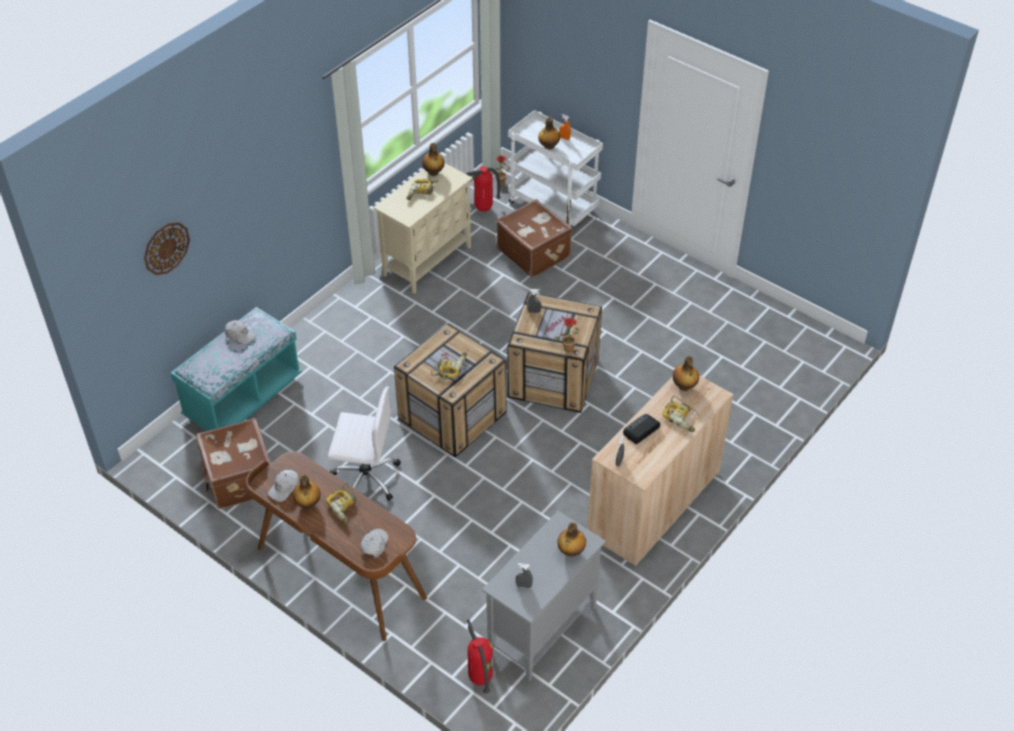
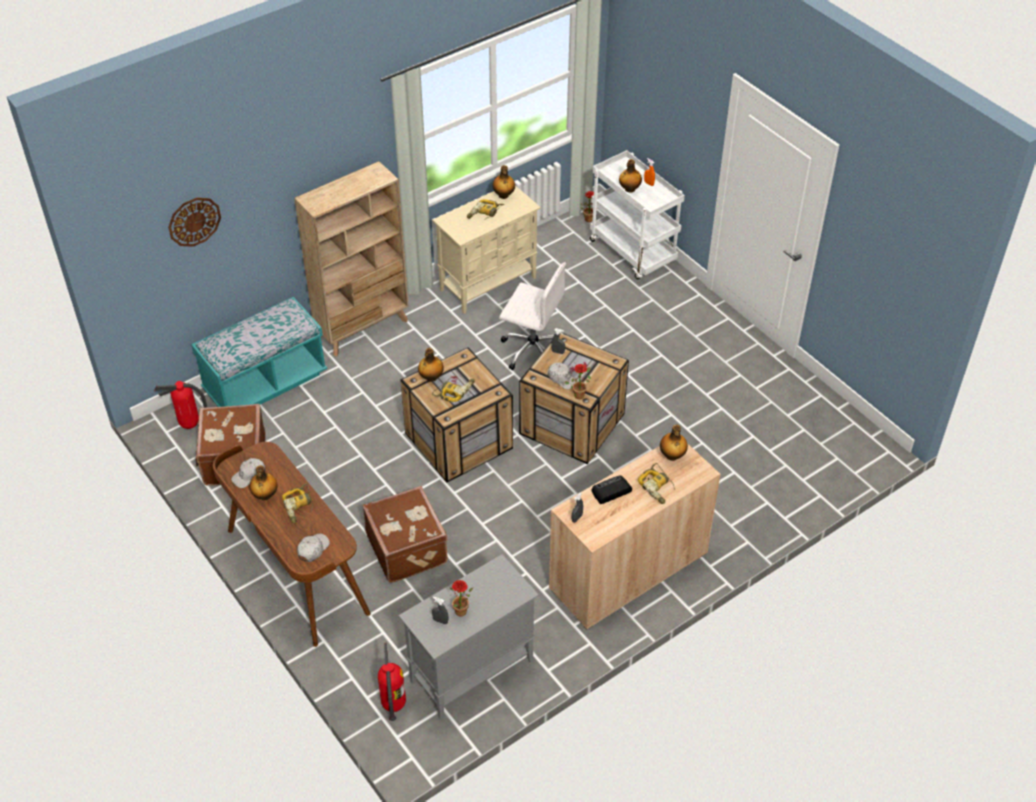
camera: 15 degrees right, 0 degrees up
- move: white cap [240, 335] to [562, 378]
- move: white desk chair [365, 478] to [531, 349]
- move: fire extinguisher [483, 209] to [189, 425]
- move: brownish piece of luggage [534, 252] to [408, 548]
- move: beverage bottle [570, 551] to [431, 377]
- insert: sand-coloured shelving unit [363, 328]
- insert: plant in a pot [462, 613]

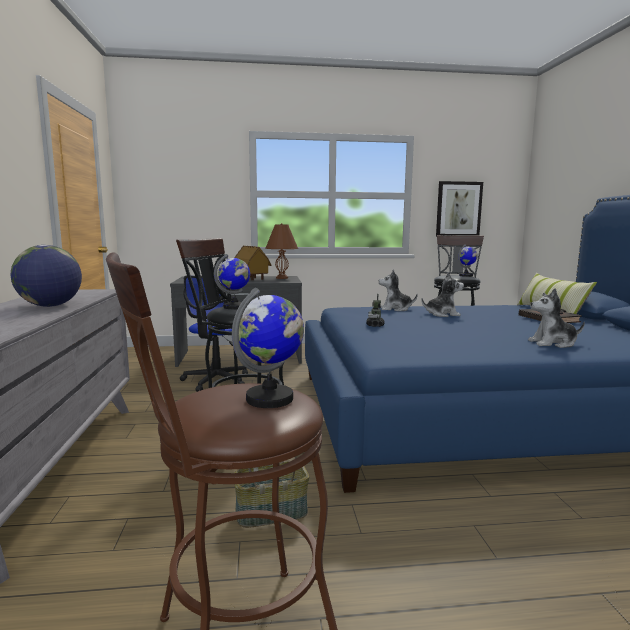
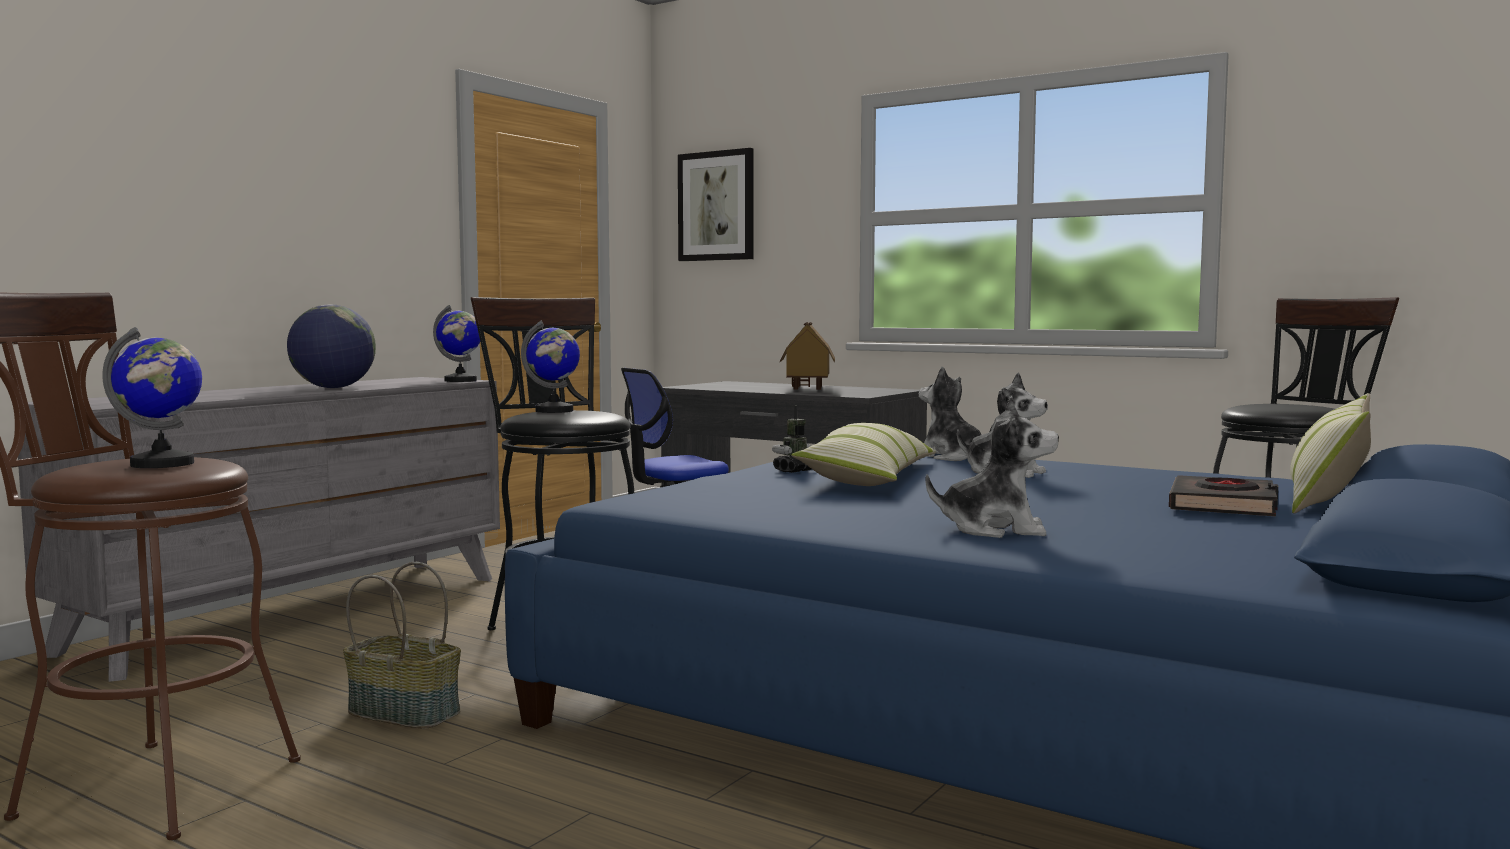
camera: 40 degrees right, 5 degrees down
- delete: brownish lamp for a table [281, 278]
- move: wall picture [458, 209] to [716, 206]
- move: desk globe [466, 276] to [460, 381]
- rotate: plush toy [553, 343] = [995, 530] 150 degrees clockwise
- insert: cushion [868, 478]

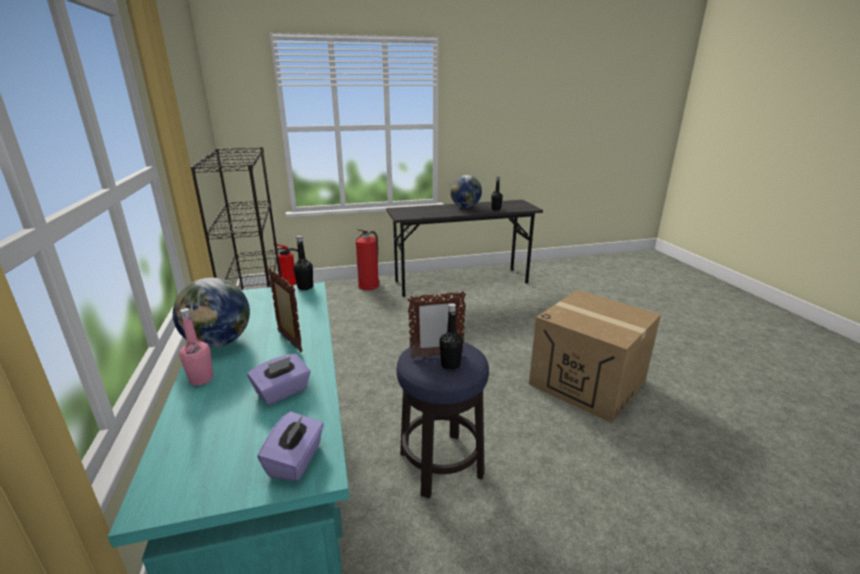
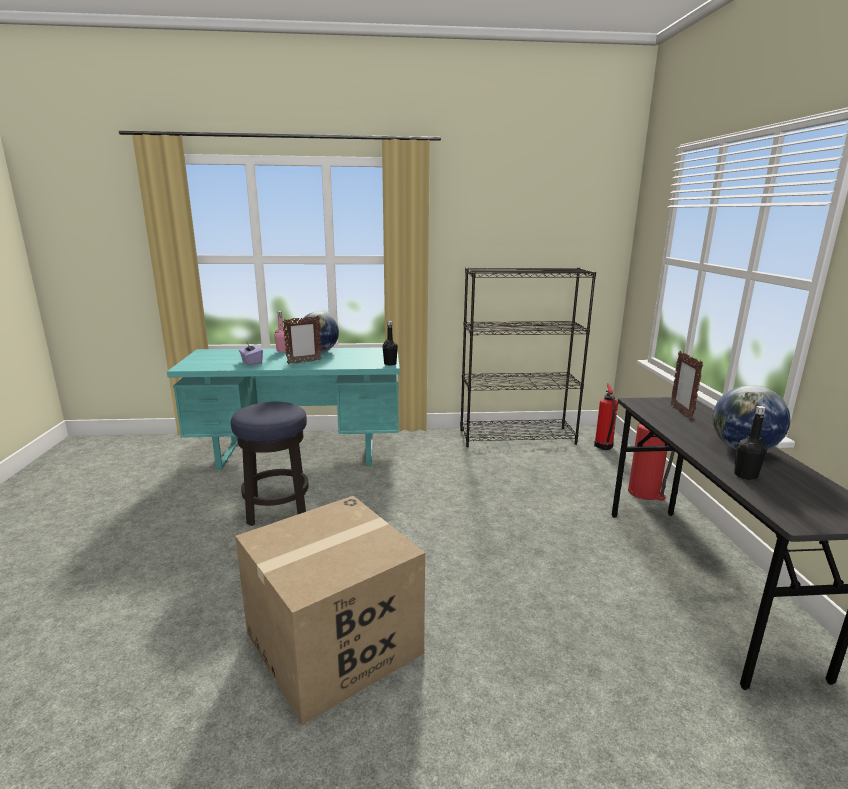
camera: 100 degrees right, 5 degrees down
- delete: purple-coloured box of tissues [296, 460]
- move: standing frame [436, 355] to [681, 412]
- delete: black beverage bottle [450, 365]

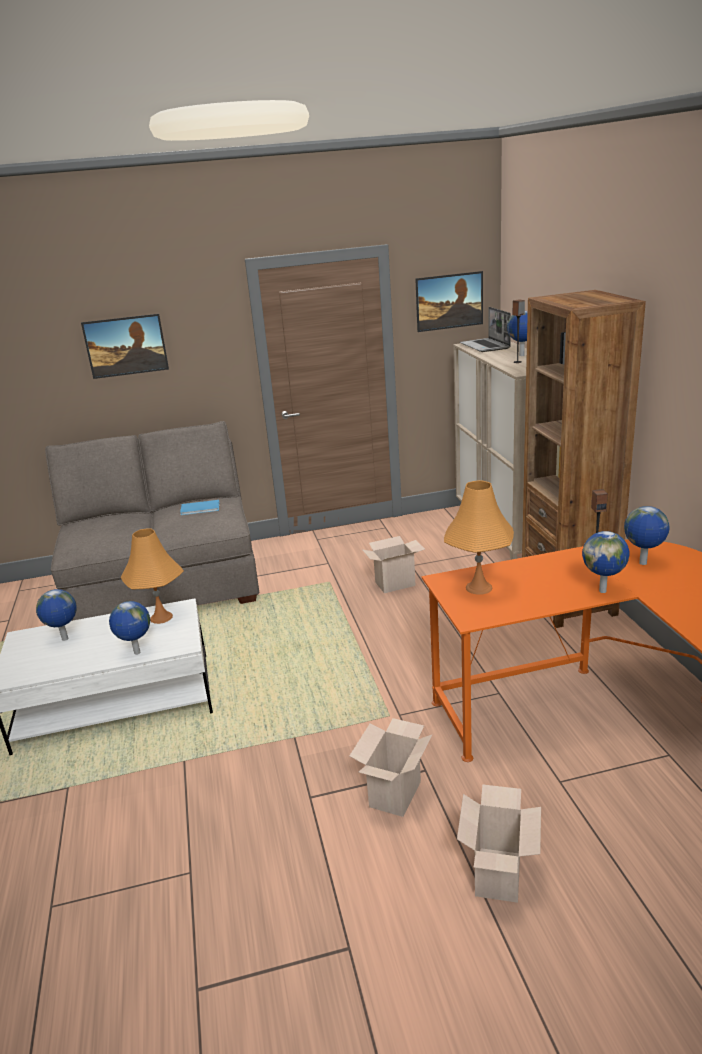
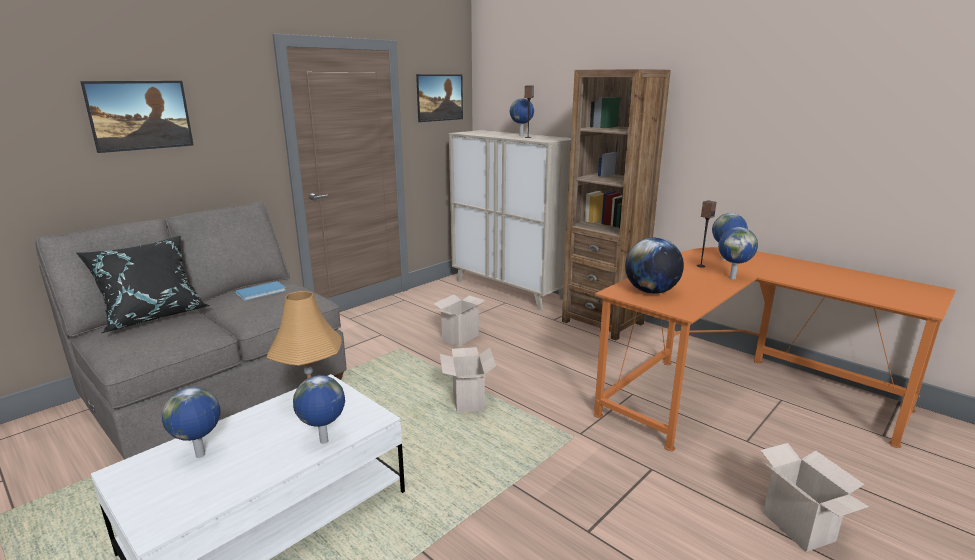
camera: 35 degrees left, 5 degrees down
- move: cardboard box [394, 792] to [467, 401]
- replace: orangey lamp for a table [478, 587] to desk globe [651, 291]
- delete: laptop [485, 346]
- insert: black cushion [153, 316]

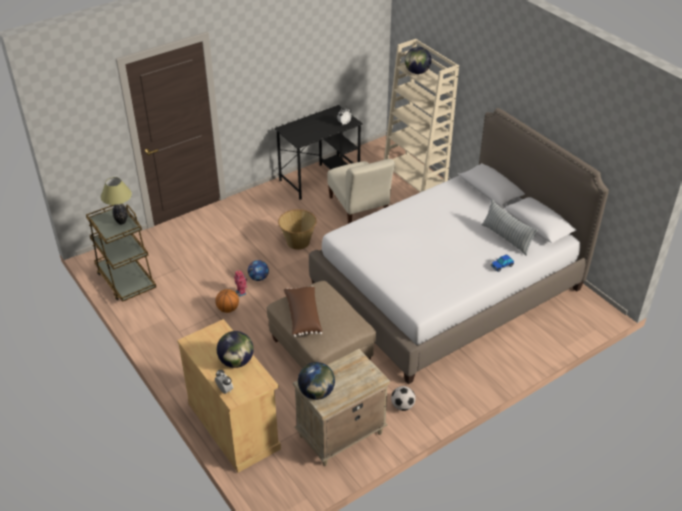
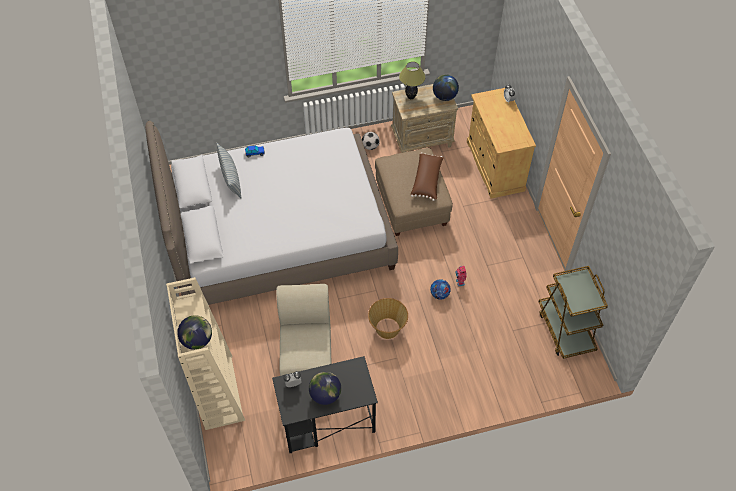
camera: 160 degrees left, 15 degrees up
- move: lamp for a table [122, 222] to [410, 97]
- delete: basketball [228, 309]
- move: desk globe [236, 361] to [325, 394]

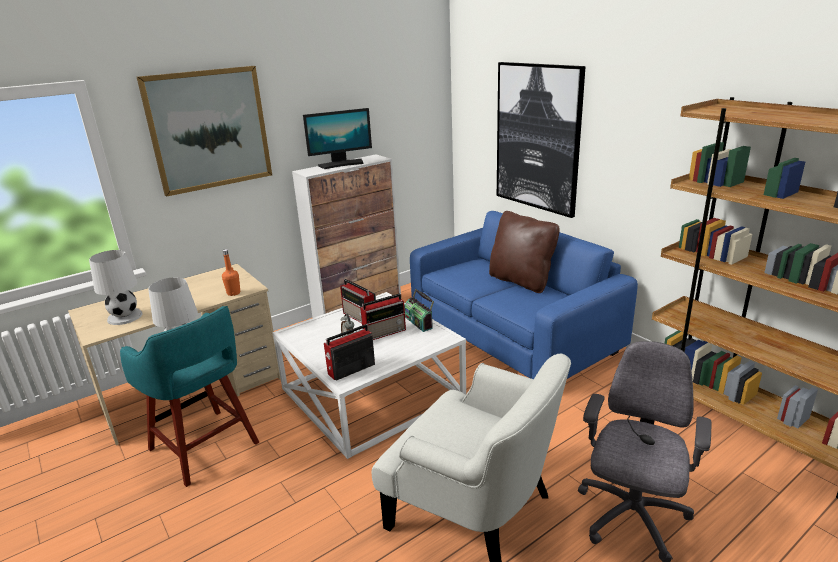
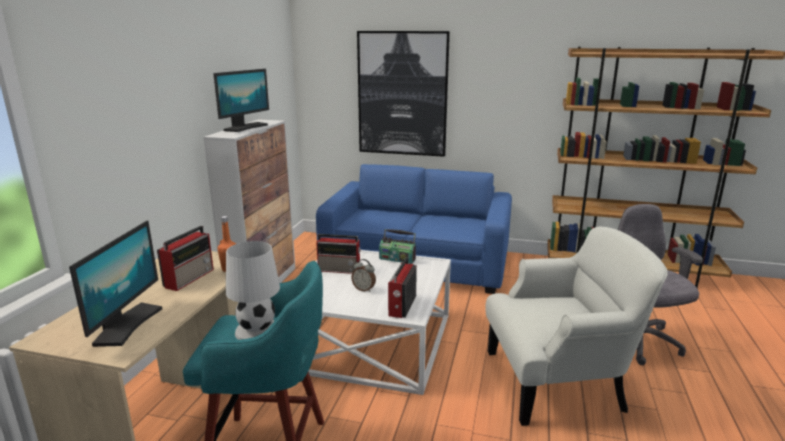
camera: 40 degrees left, 5 degrees down
- replace: white lamp for a table [125, 316] to computer display [127, 325]
- delete: wall picture [209, 129]
- move: radio set [385, 332] to [190, 277]
- delete: brownish cushion [521, 281]

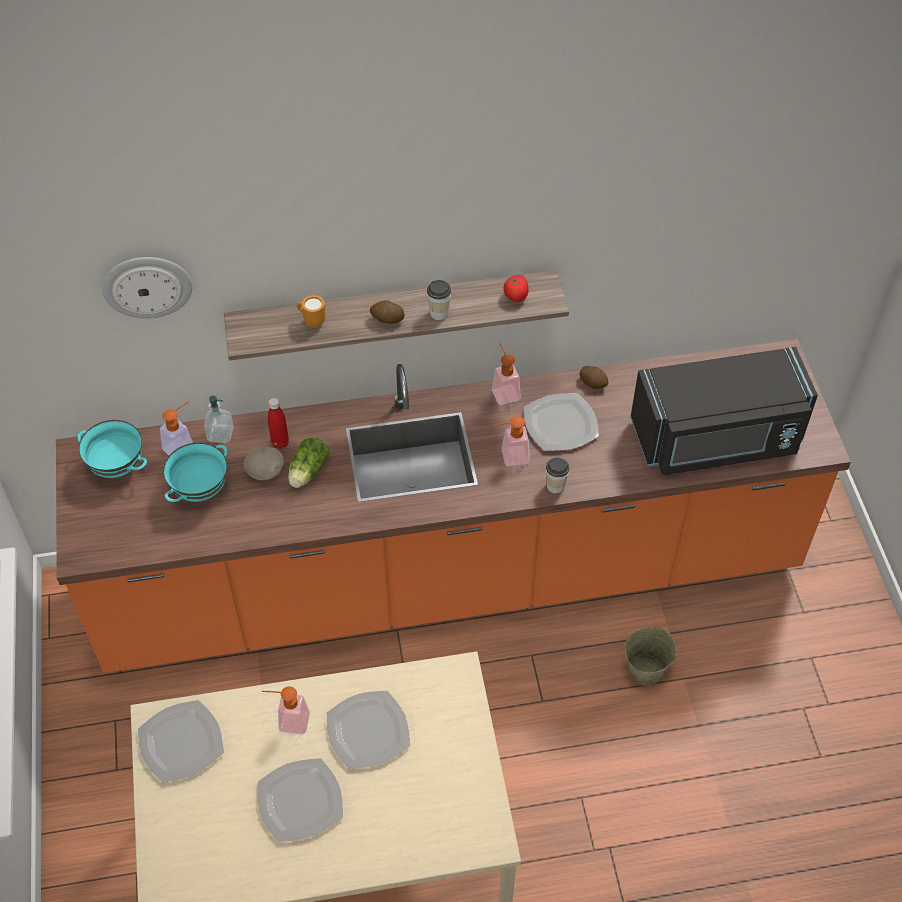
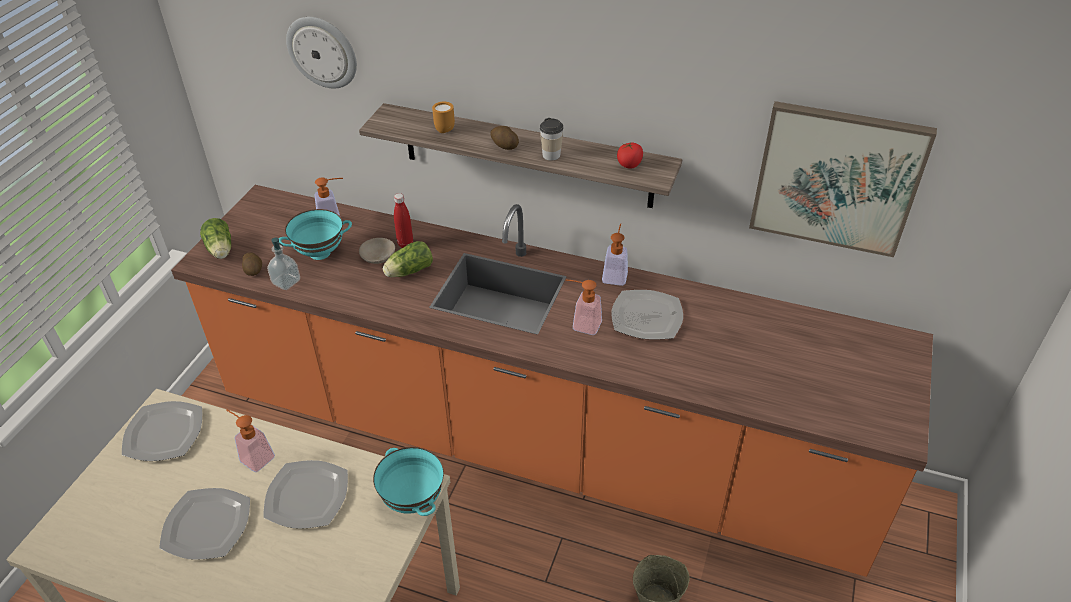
camera: 30 degrees right, 10 degrees down
- move: turquoise deep dish [118, 467] to [413, 500]
- move: soap bottle [220, 434] to [286, 282]
- delete: cup [555, 486]
- move: whole potato [593, 383] to [254, 271]
- delete: black microwave [717, 440]
- insert: head of lettuce [220, 250]
- insert: wall picture [836, 178]

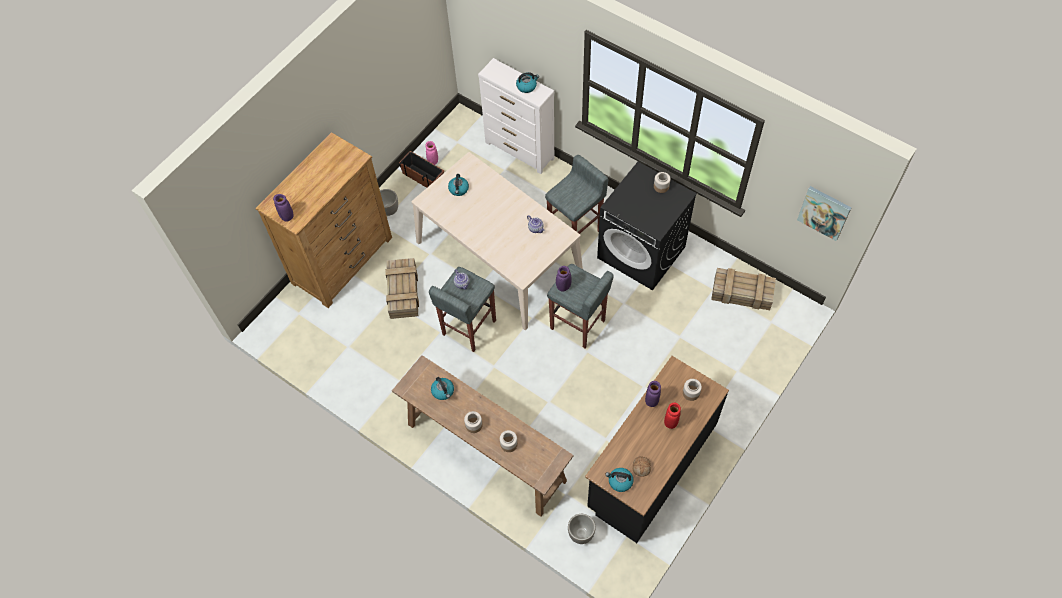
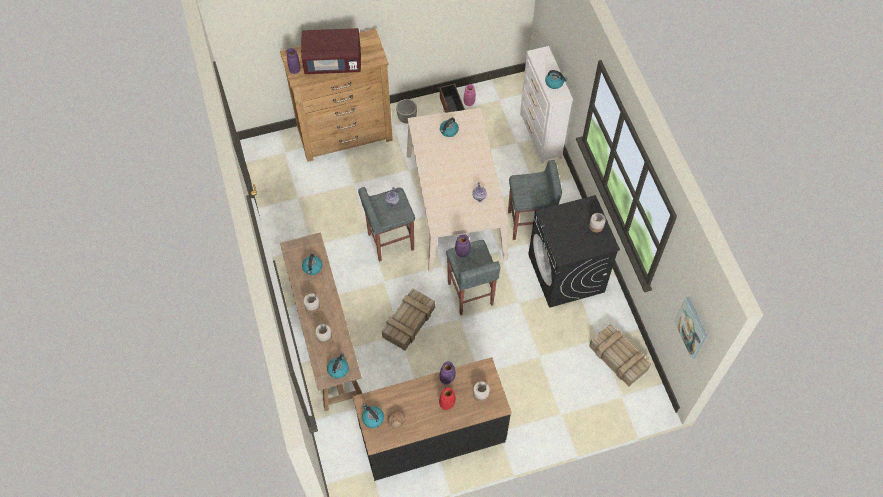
camera: 35 degrees right, 0 degrees up
- move: shipping crate [403, 291] to [409, 321]
- delete: planter [580, 534]
- insert: red-coloured microwave [333, 63]
- insert: tea kettle [338, 369]

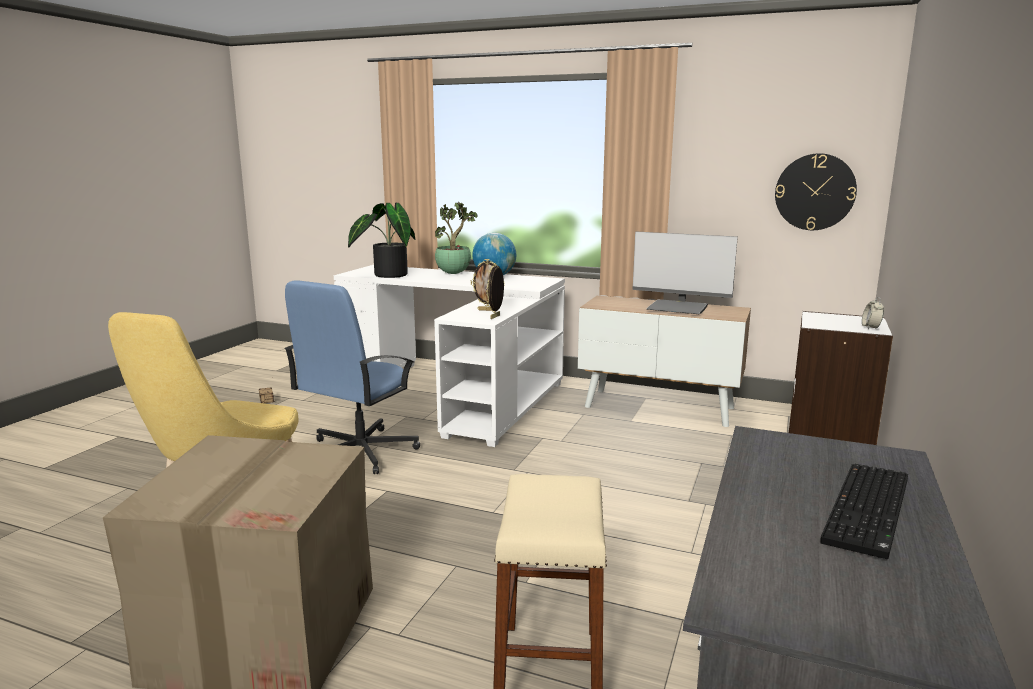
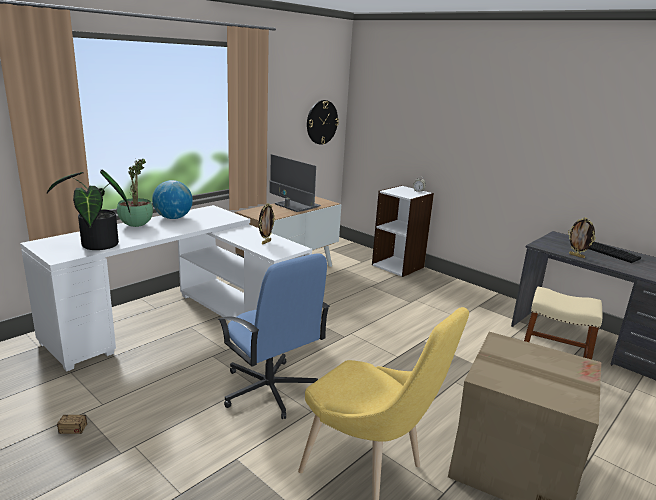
camera: 70 degrees left, 5 degrees up
- move: standing frame [496, 317] to [577, 256]
- rotate: computer display [678, 308] = [296, 206] 90 degrees counterclockwise

